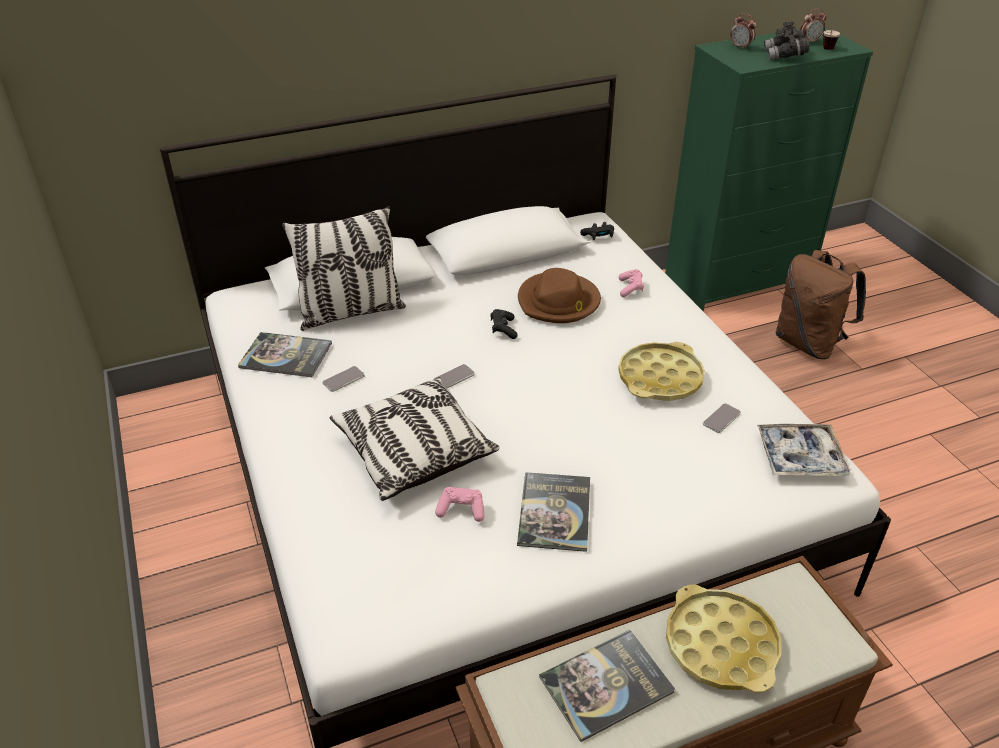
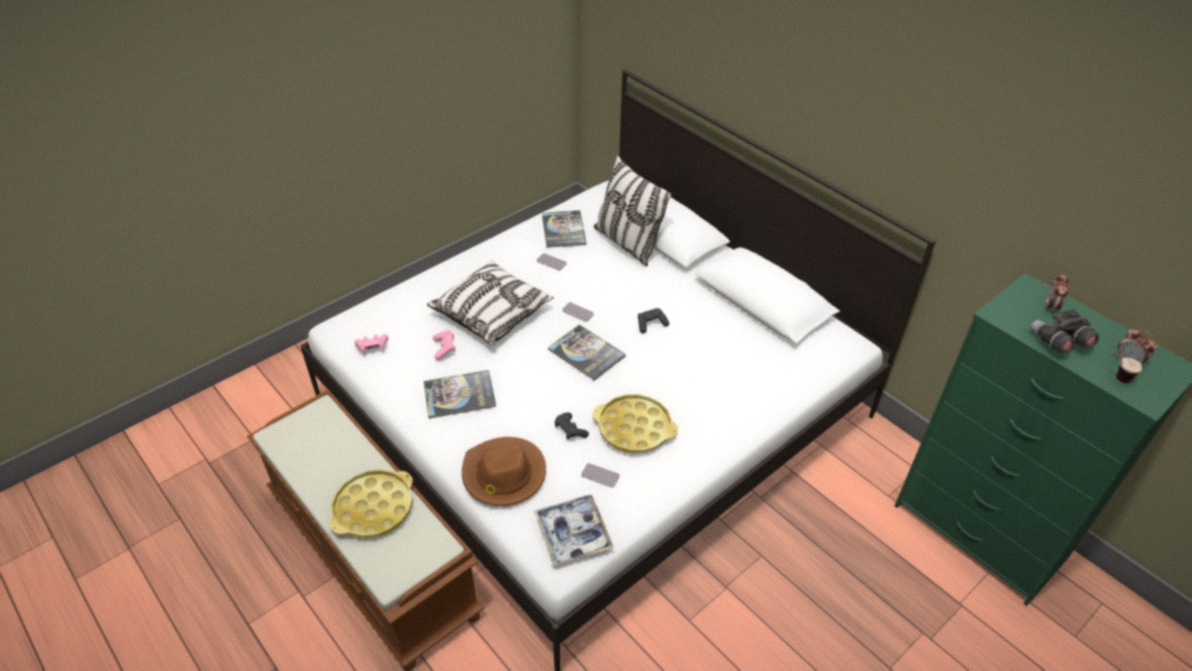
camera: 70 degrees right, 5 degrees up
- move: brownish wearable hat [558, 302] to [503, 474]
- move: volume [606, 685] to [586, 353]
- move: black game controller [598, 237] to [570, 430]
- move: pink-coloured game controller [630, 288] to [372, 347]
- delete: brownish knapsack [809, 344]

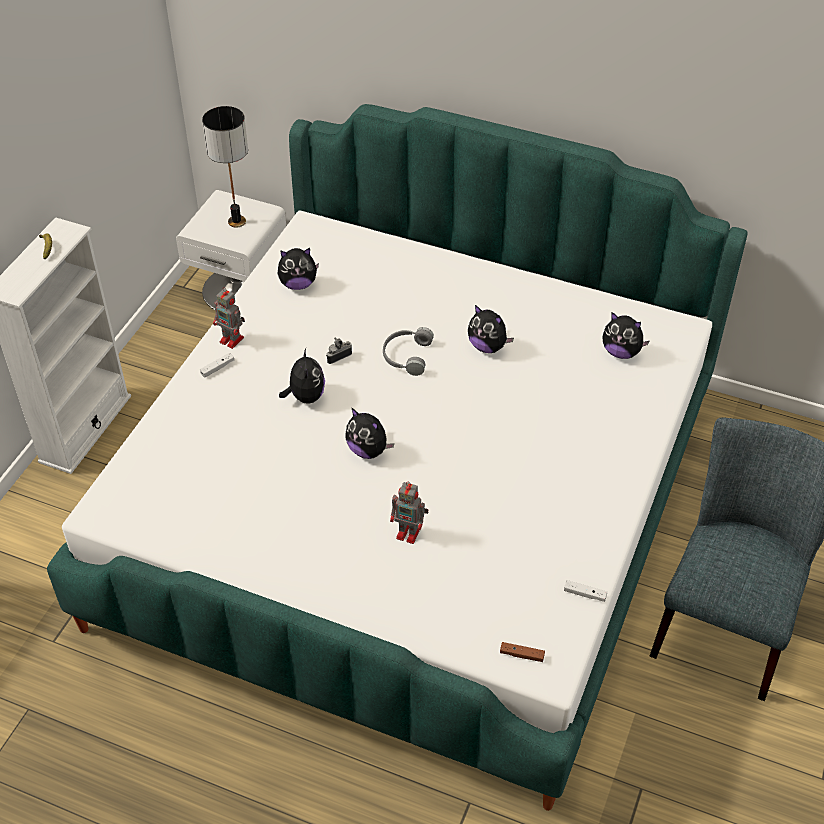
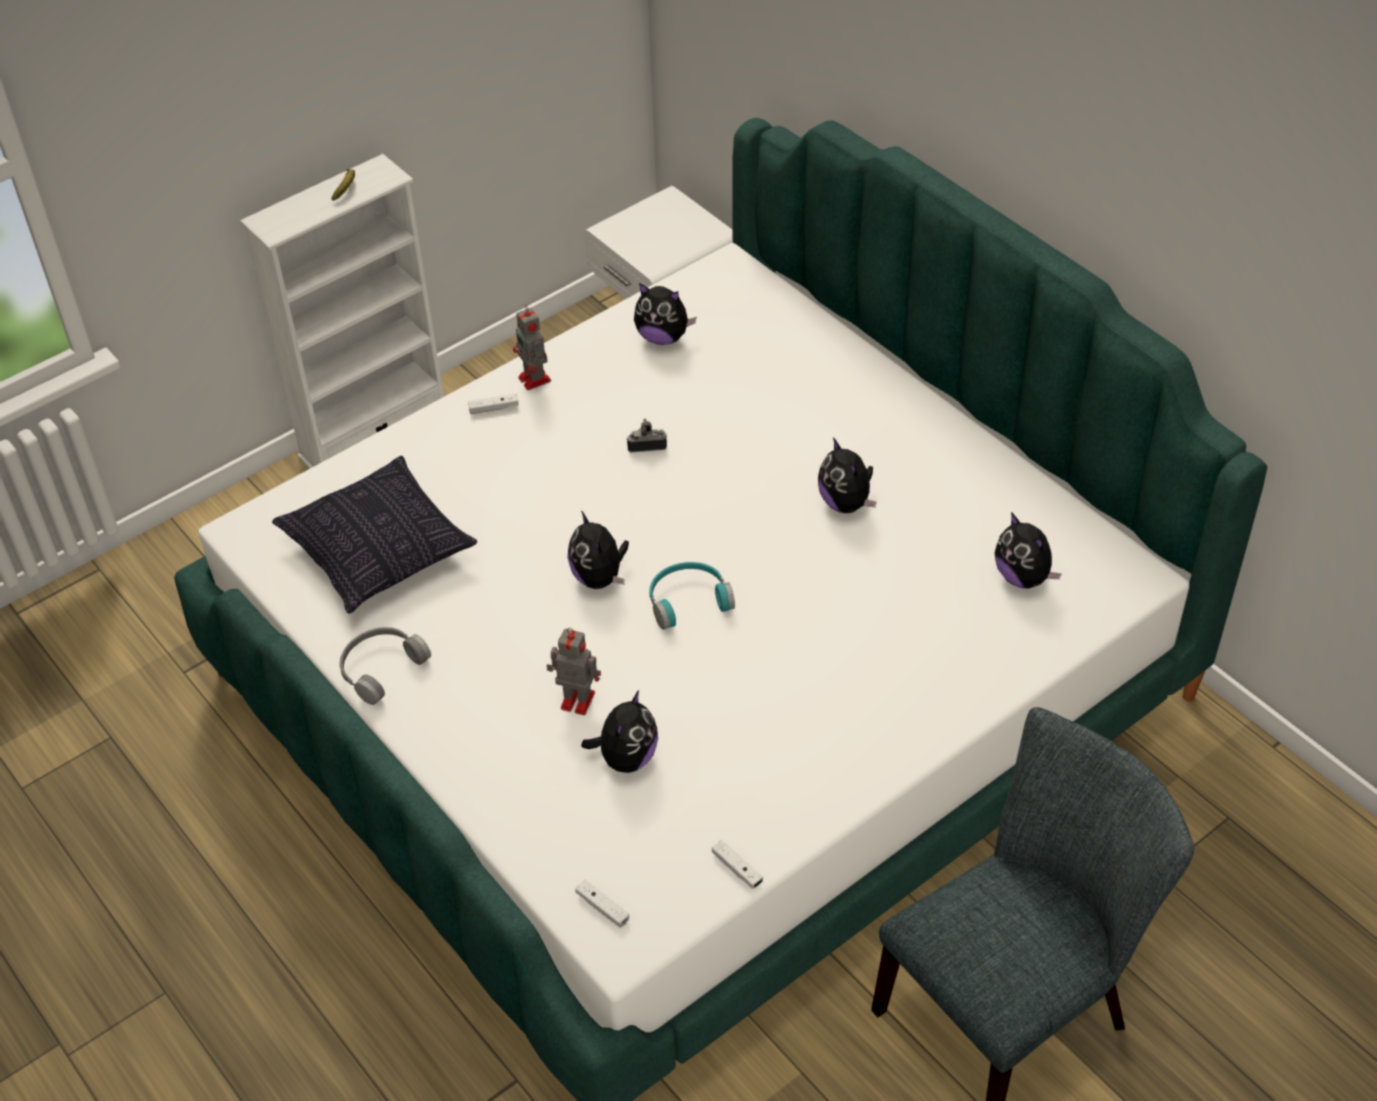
camera: 30 degrees right, 0 degrees up
- delete: lamp for a table [236, 221]
- move: plush toy [305, 396] to [626, 758]
- move: gray headphones [406, 356] to [380, 668]
- rotate: robot figure [409, 533] = [576, 700] 150 degrees clockwise
- recolor: brownish game controller [522, 655] to white game controller [602, 907]
- insert: cushion [379, 551]
- insert: turquoise headphones [688, 600]

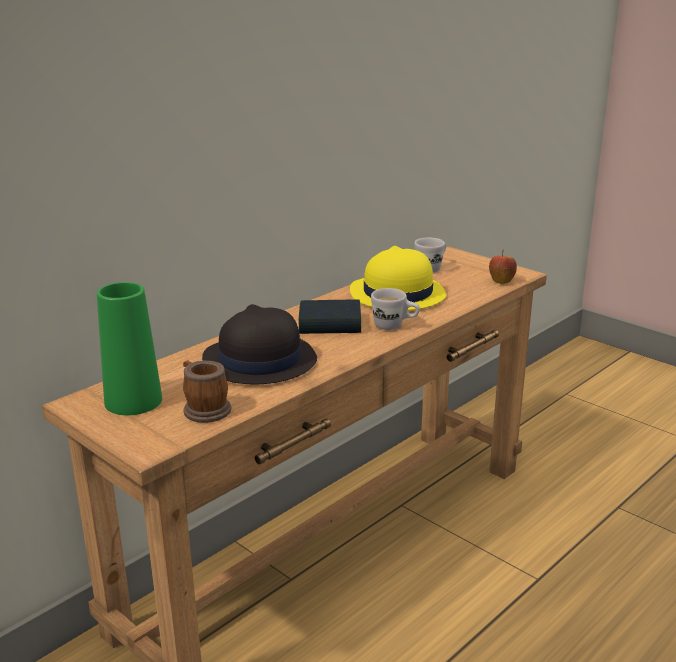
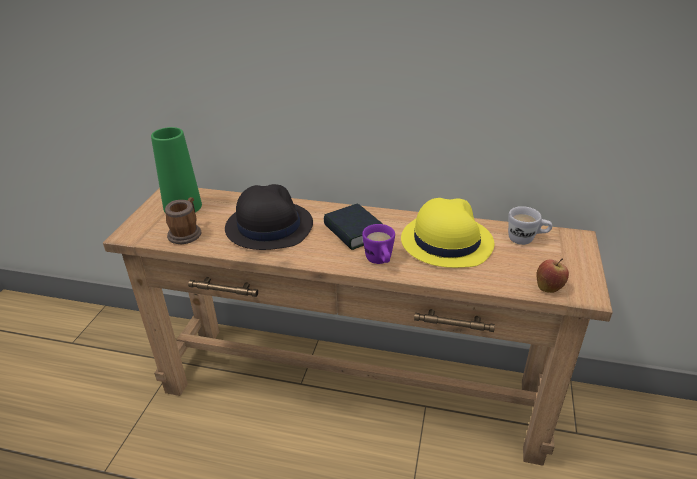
camera: 60 degrees right, 10 degrees up
- recolor: white coffee mug [394, 326] to purple-coloured coffee mug [380, 261]

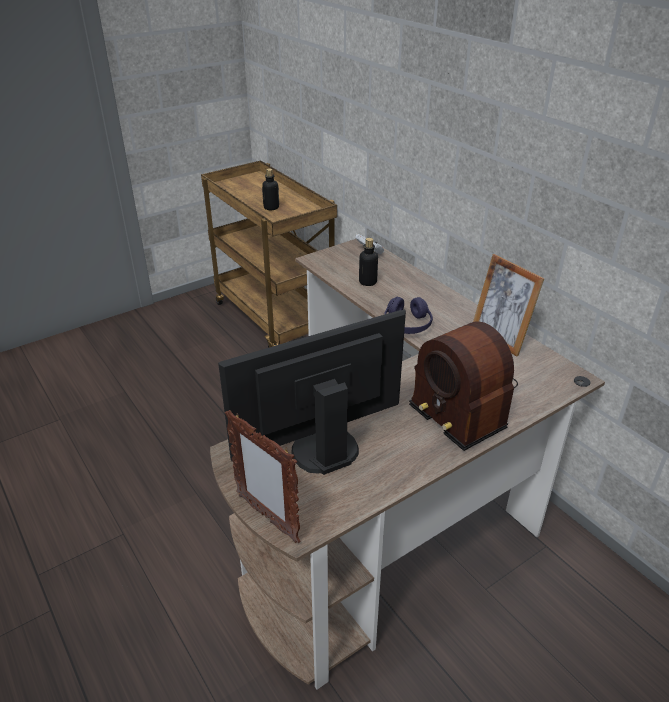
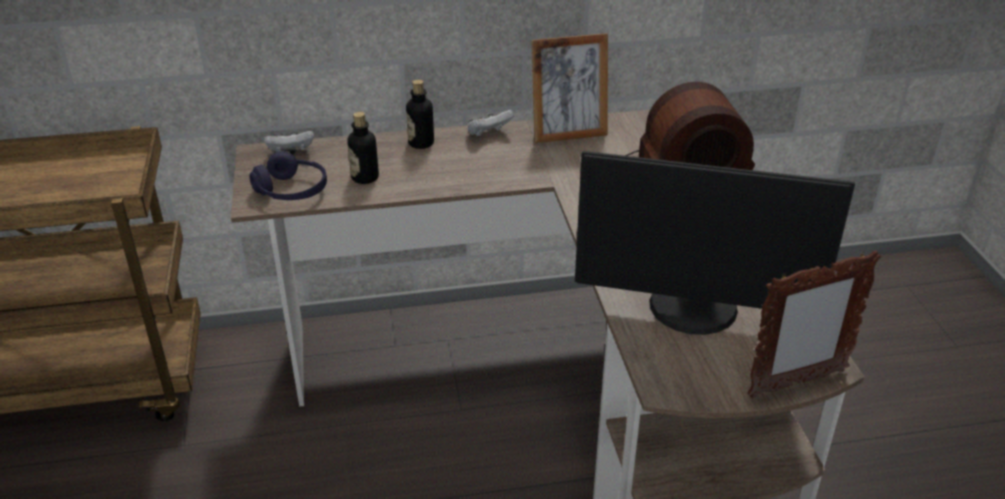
camera: 65 degrees left, 0 degrees up
- rotate: computer display [323, 447] = [693, 309] 75 degrees counterclockwise
- move: beverage bottle [271, 207] to [421, 143]
- move: purple-coloured headphones [407, 325] to [292, 190]
- insert: white game controller [488, 134]

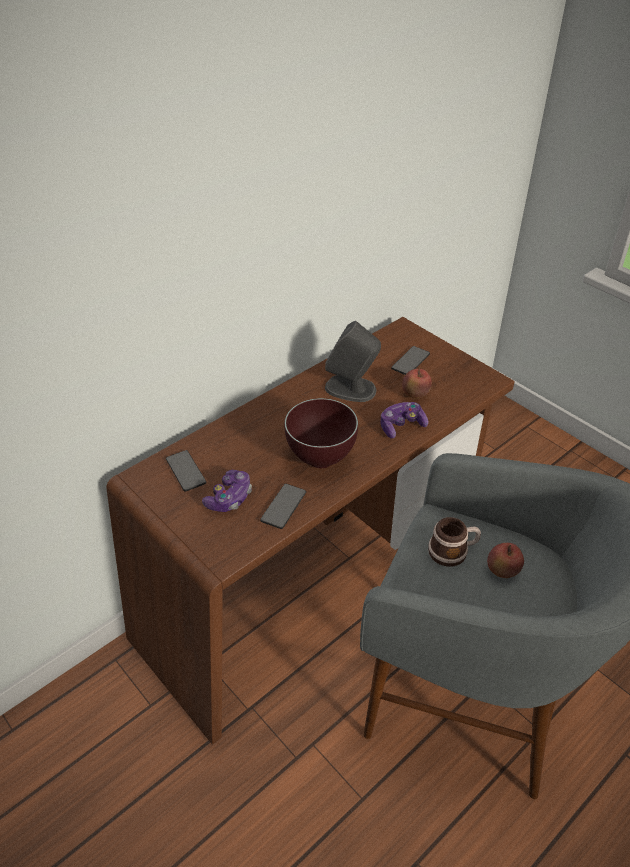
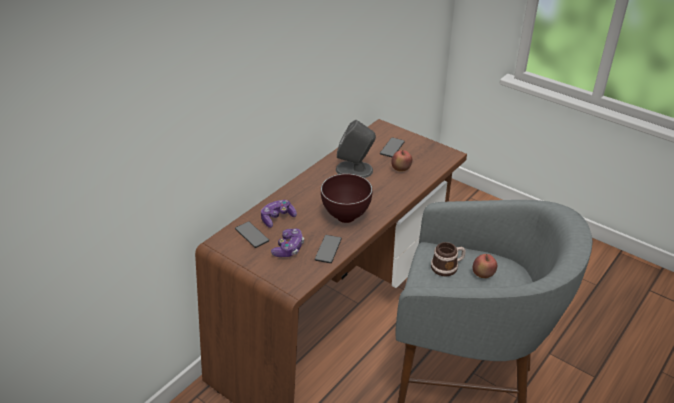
camera: 10 degrees left, 5 degrees down
- move: game controller [401, 426] to [277, 218]

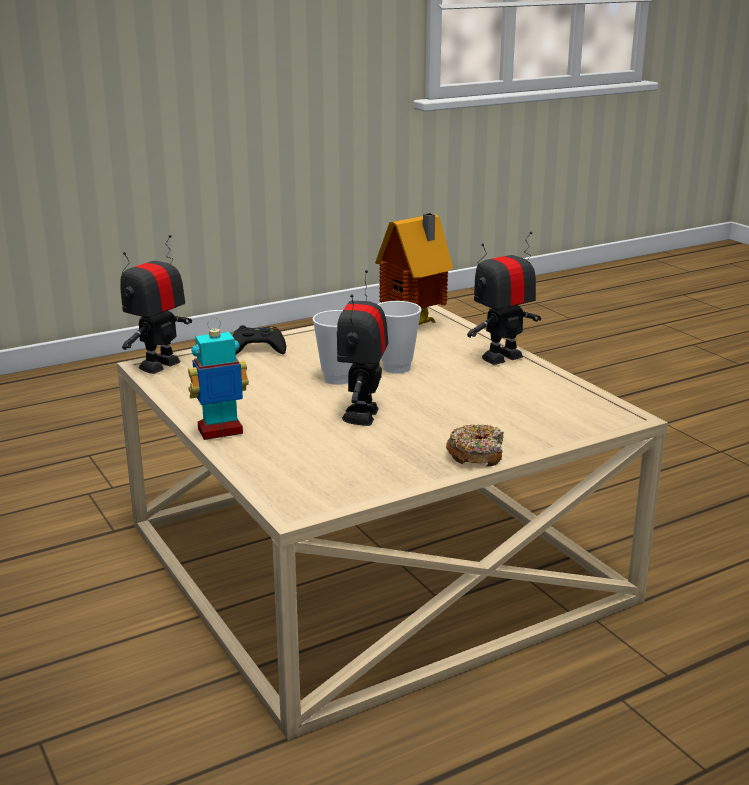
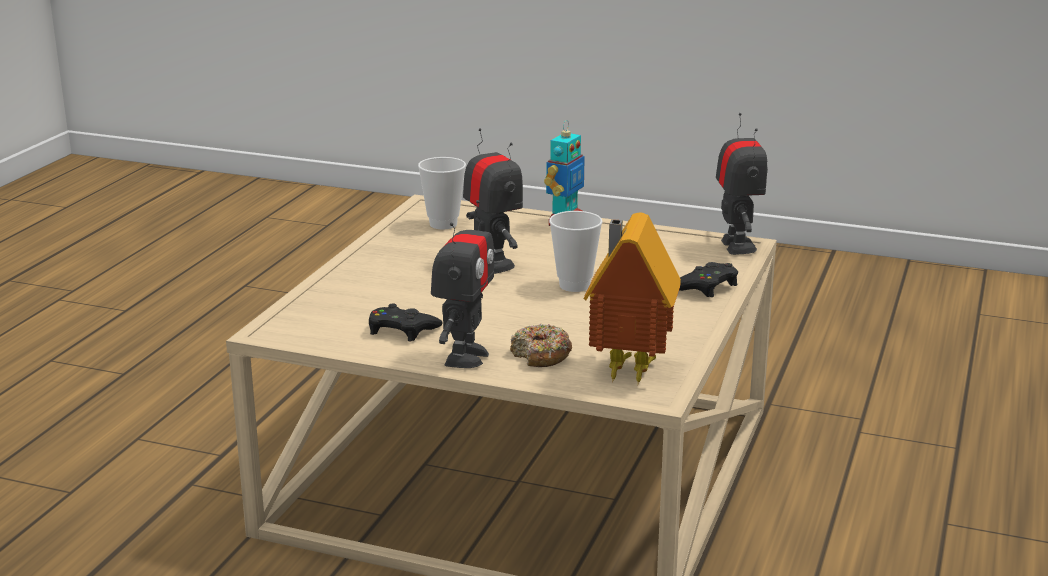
camera: 140 degrees right, 0 degrees up
- move: cup [396, 368] to [443, 224]
- move: ring doughnut [476, 454] to [541, 355]
- insert: black game controller [401, 330]

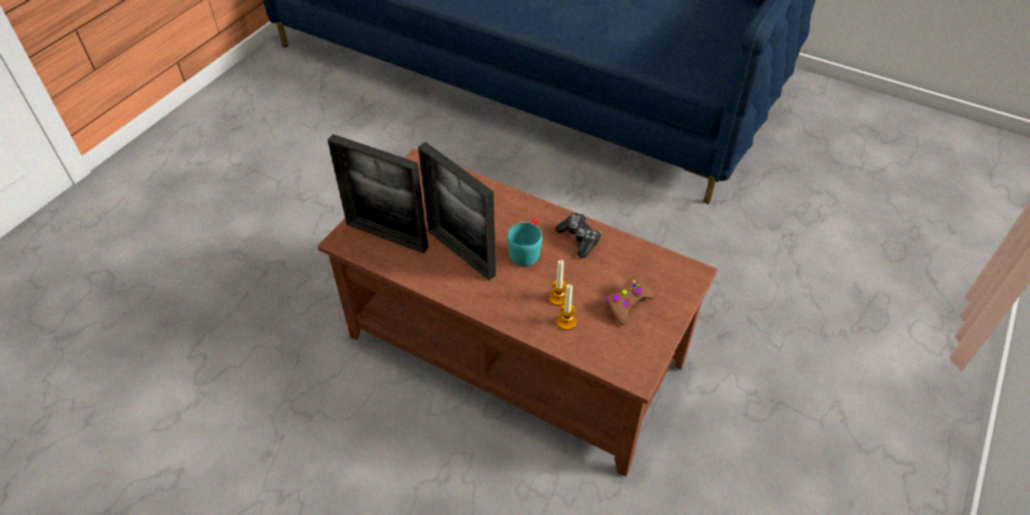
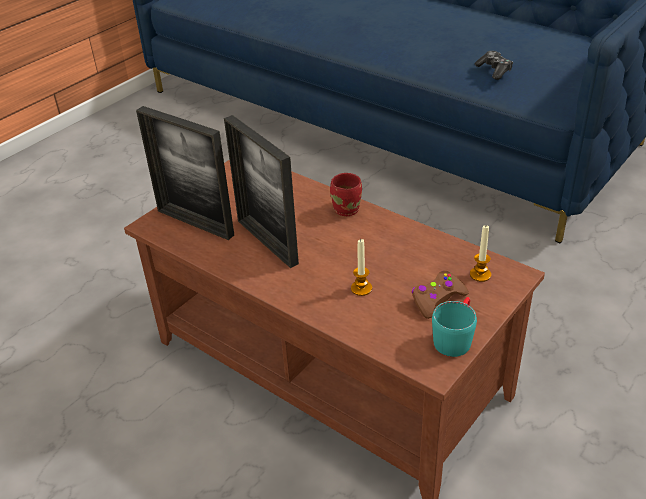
camera: 10 degrees right, 10 degrees down
- move: turquoise coffee mug [526, 250] to [455, 337]
- move: game controller [579, 239] to [494, 70]
- move: candle [566, 322] to [480, 275]
- insert: red-coloured coffee mug [348, 209]

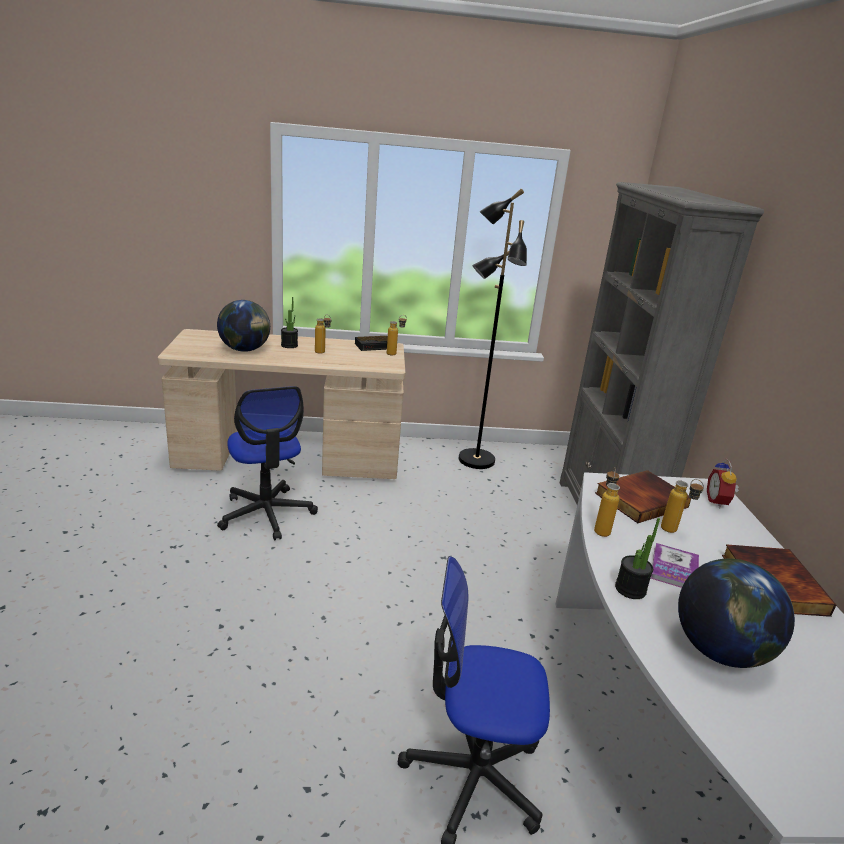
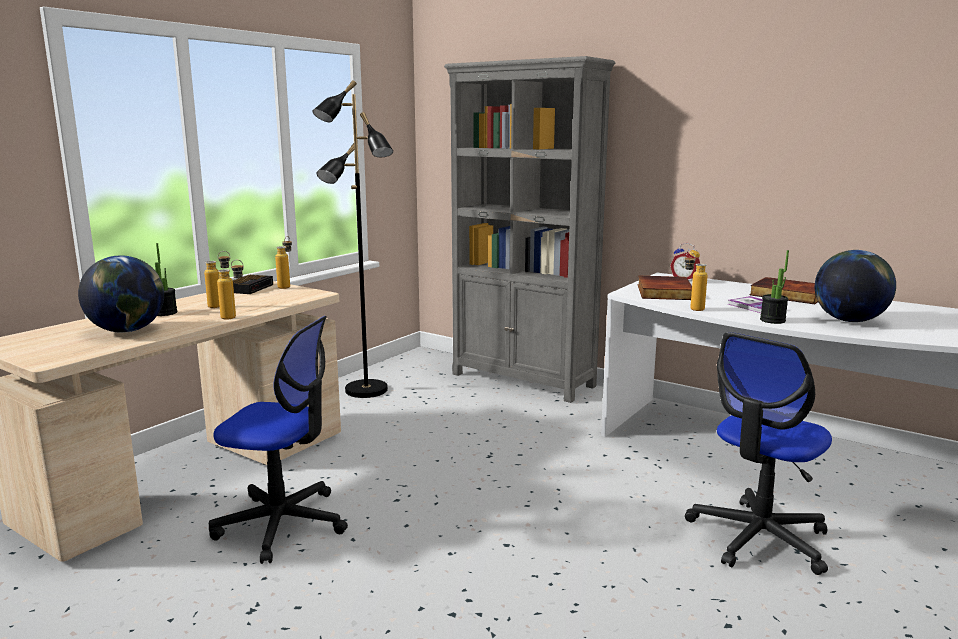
camera: 50 degrees left, 10 degrees down
- move: beverage bottle [674, 532] to [234, 318]

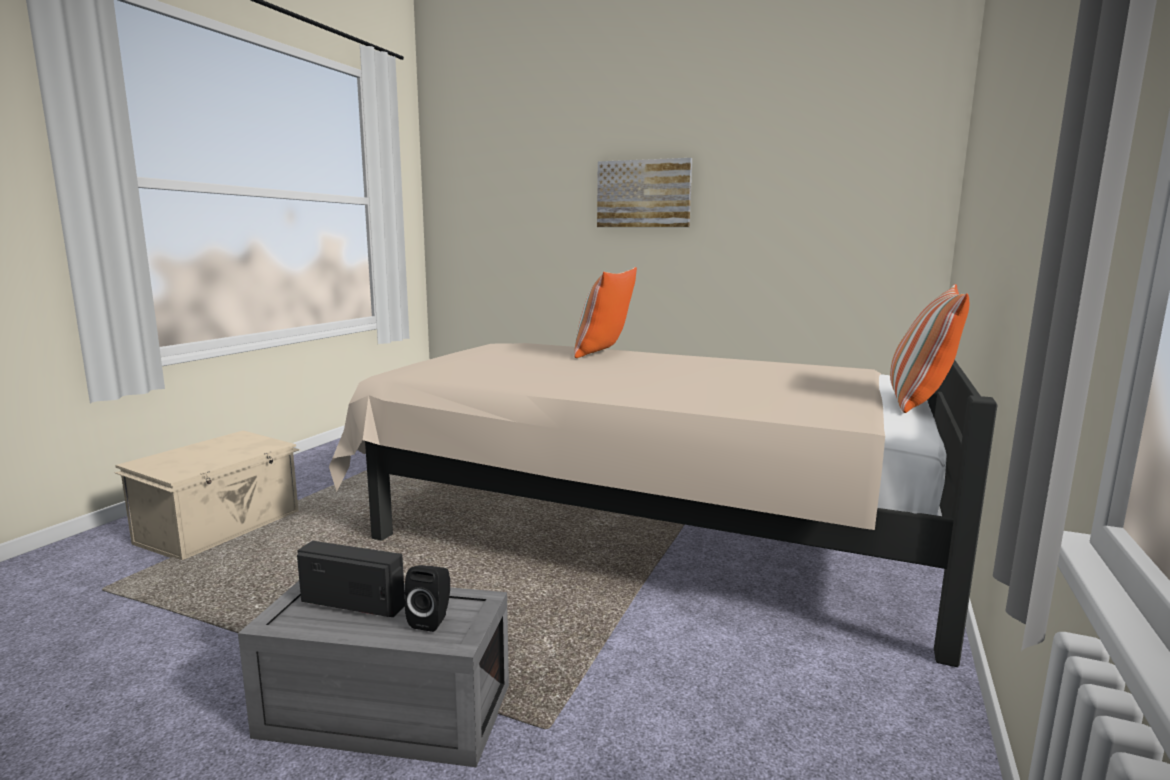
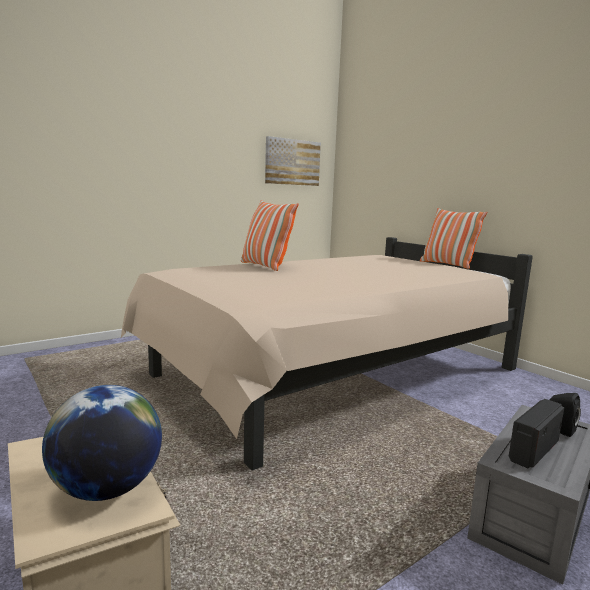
camera: 60 degrees left, 0 degrees up
- move: wall picture [644, 194] to [292, 162]
- insert: desk globe [107, 489]

